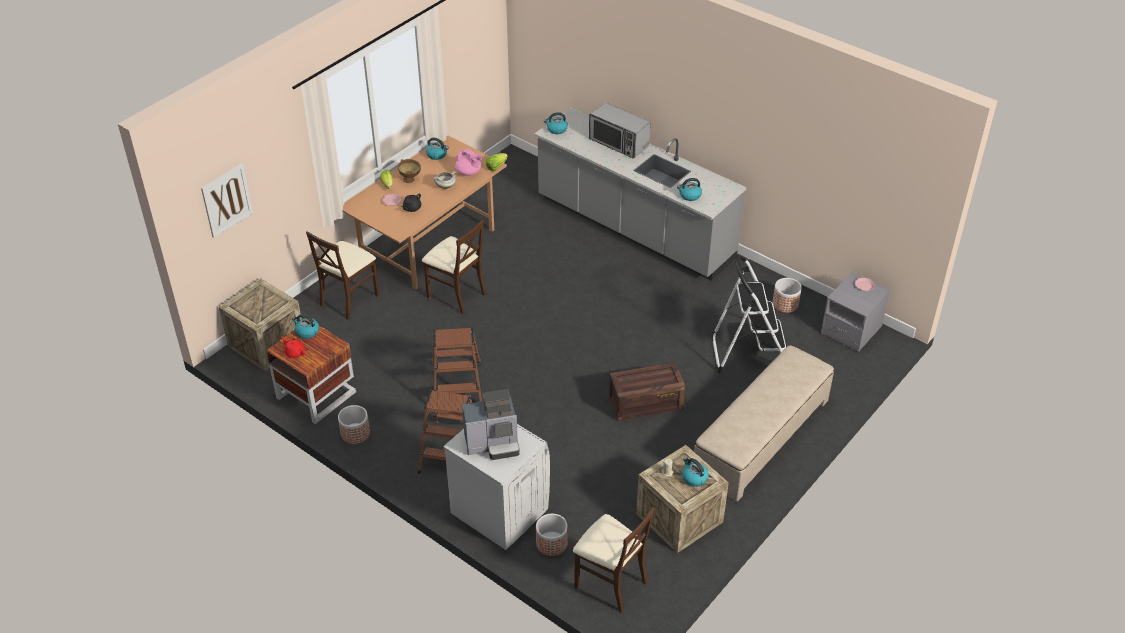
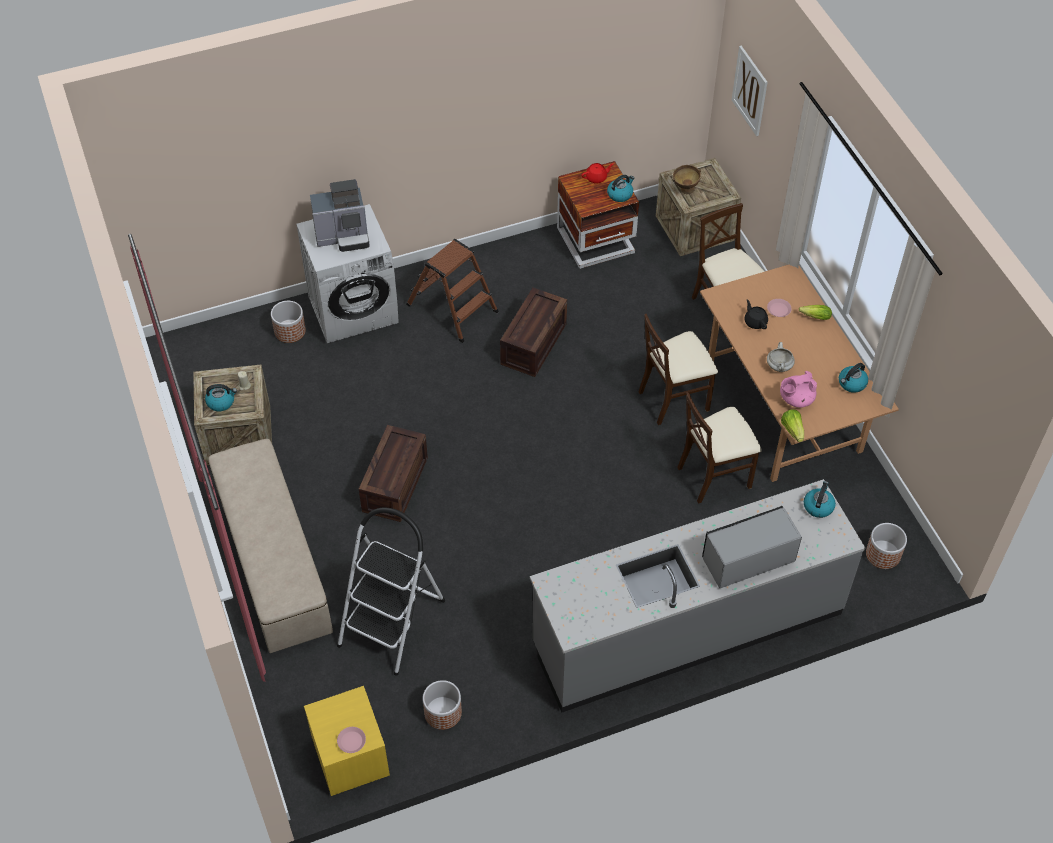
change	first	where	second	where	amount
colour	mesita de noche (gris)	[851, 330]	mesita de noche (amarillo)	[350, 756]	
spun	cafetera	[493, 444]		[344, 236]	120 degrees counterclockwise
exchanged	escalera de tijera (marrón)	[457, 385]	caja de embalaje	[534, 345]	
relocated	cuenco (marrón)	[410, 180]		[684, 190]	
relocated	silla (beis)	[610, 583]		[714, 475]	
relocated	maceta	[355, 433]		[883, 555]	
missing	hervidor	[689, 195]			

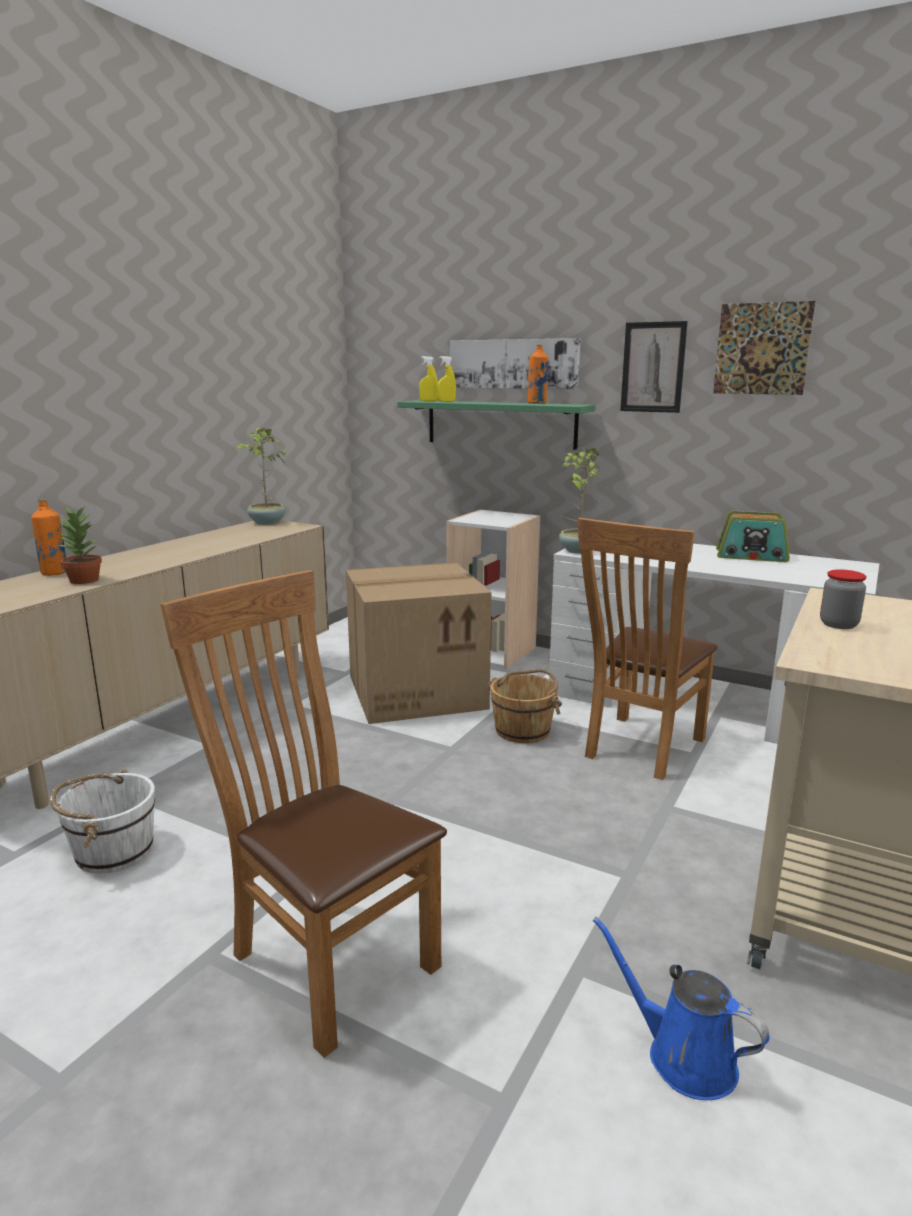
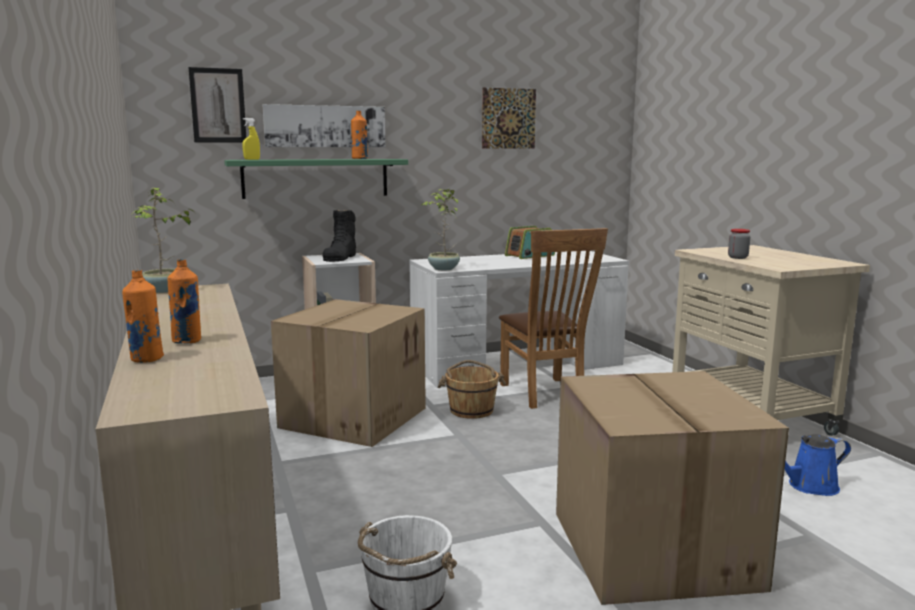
change	first	where	second	where	amount
appeared			botella (naranja)	[187, 341]	
relocated	cuadro	[653, 367]		[218, 105]	
appeared			bota (negro)	[340, 258]	
exchanged	silla (marrón)	[324, 957]	caja de cartón	[649, 548]	
missing	planta en maceta	[84, 580]			
missing	pulverizador (amarillo)	[446, 401]			

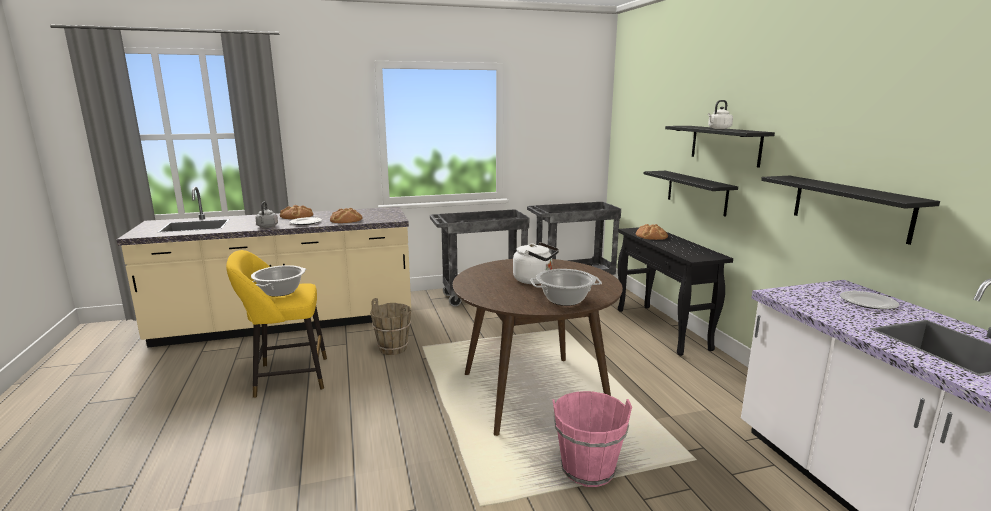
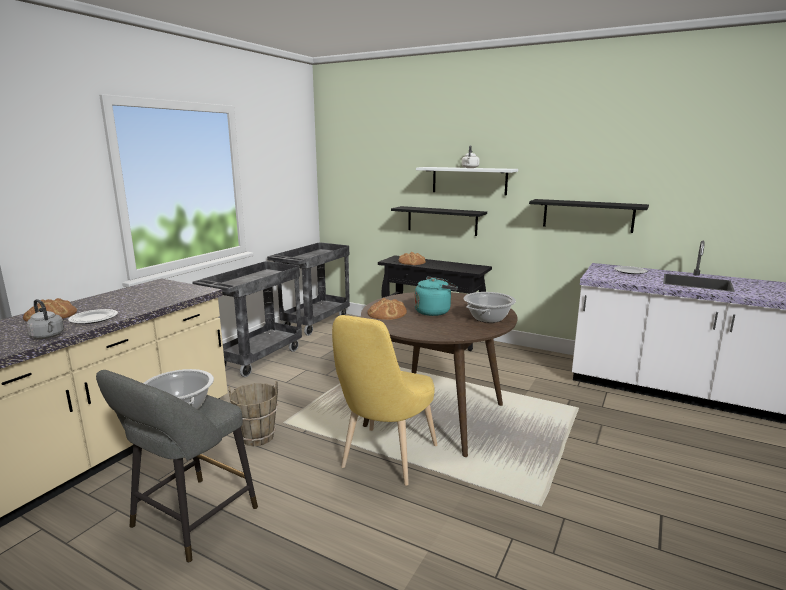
change	first	where	second	where	amount
colour	taburete (amarillo)	[286, 377]	taburete (gris)	[189, 521]	
appeared			silla (amarillo)	[385, 460]	
relocated	pan	[346, 220]		[386, 313]	
colour	hervidor (blanco)	[535, 280]	hervidor (turquesa)	[434, 311]	
colour	estante (negro)	[725, 145]	estante (blanco)	[469, 180]	
missing	cubo (rosa)	[587, 470]			

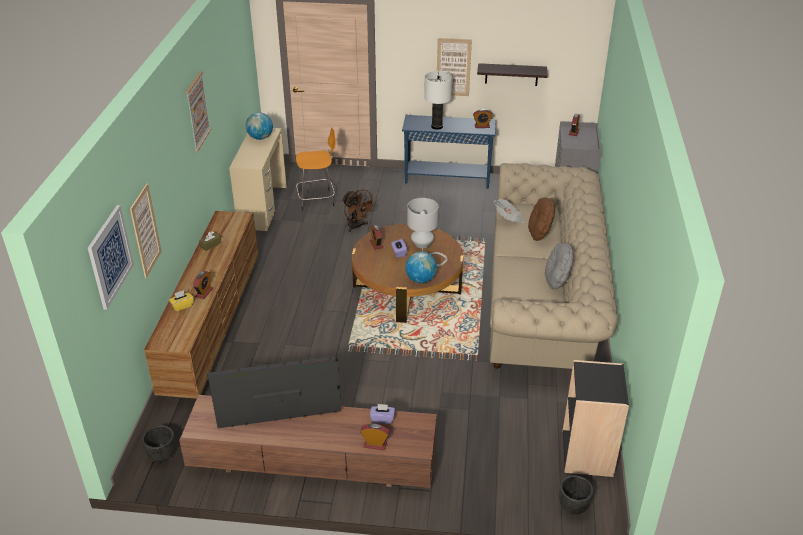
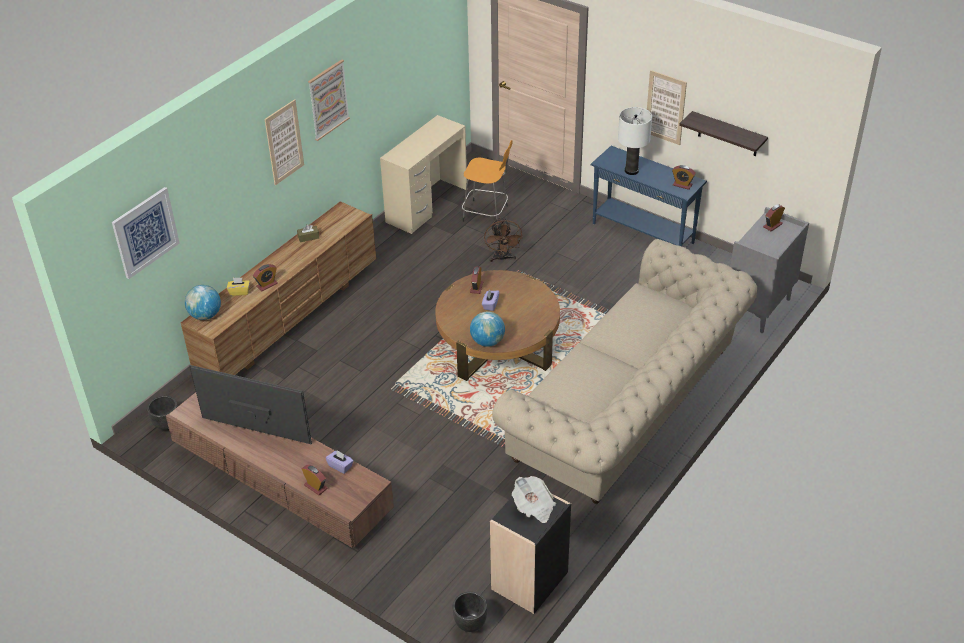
change	first	where	second	where	amount
relocated	globo terráqueo	[260, 138]		[205, 315]	
relocated	cuadro	[145, 231]		[284, 142]	
relocated	periódico	[508, 218]		[534, 507]	
missing	lámpara de mesa (blanco)	[427, 250]			
missing	cojín (marrón)	[539, 234]			
missing	cojín (gris)	[557, 282]			

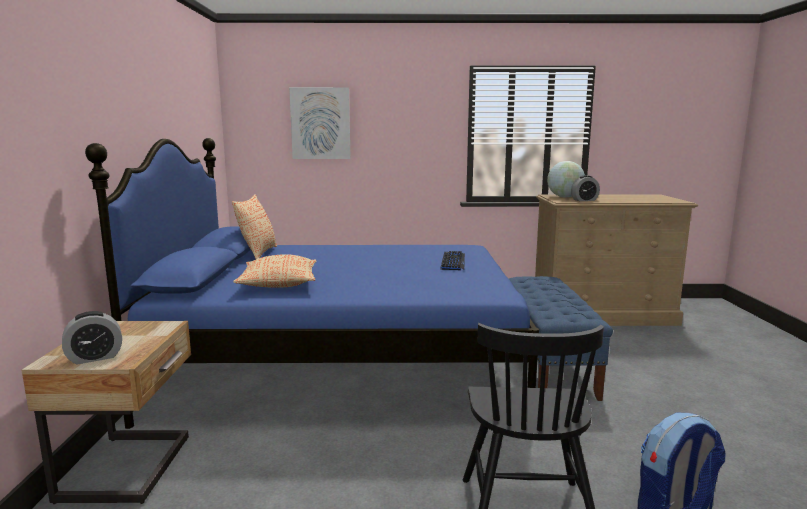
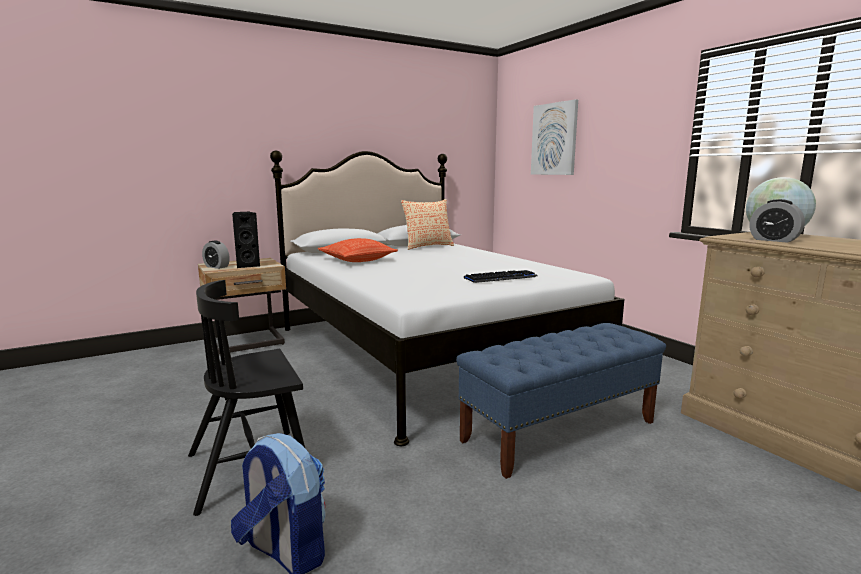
change	first	where	second	where	amount
appeared			altavoz (negro)	[247, 265]	
colour	cama (azul)	[344, 365]	cama (blanco)	[428, 351]	
colour	cojín (beis)	[279, 284]	cojín (naranja)	[358, 260]	

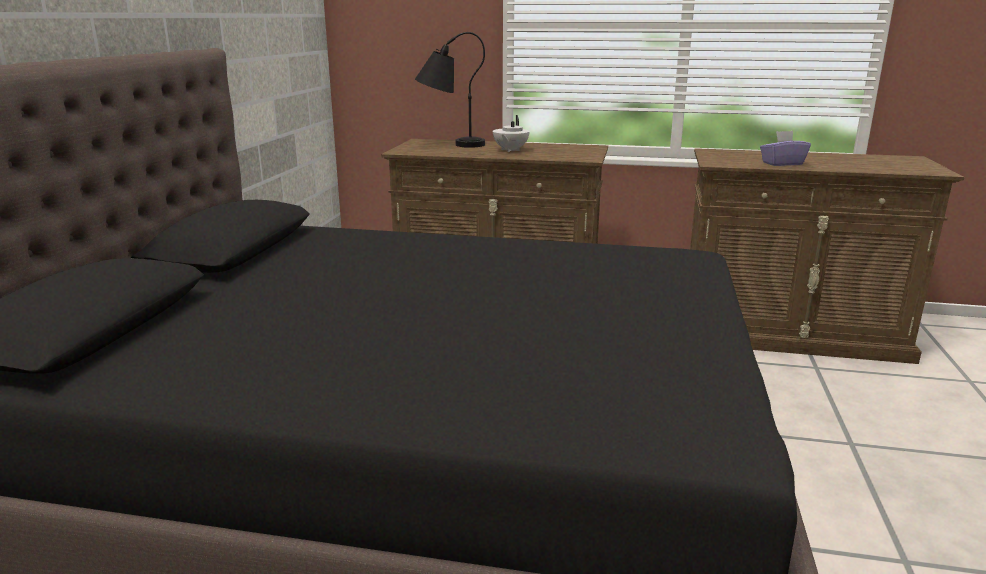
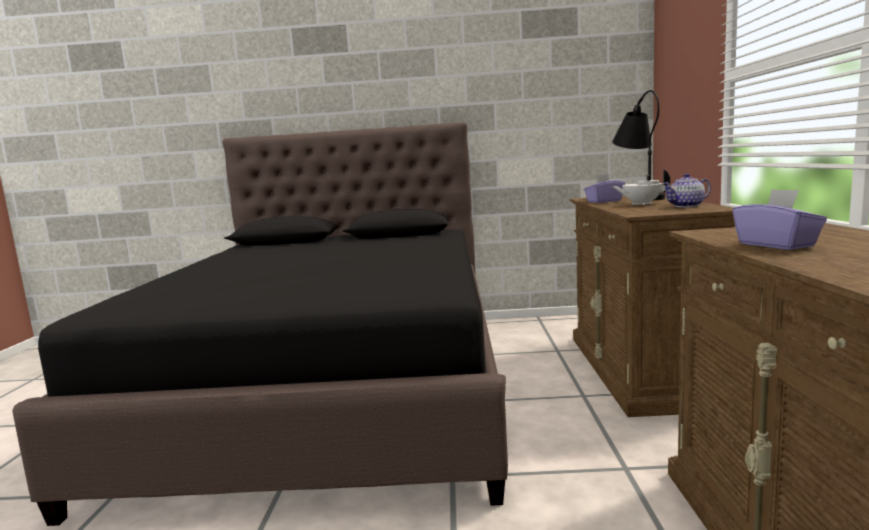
change	first	where	second	where	amount
appeared			caja de pañuelos (morado)	[604, 201]	
appeared			tetera	[686, 206]	

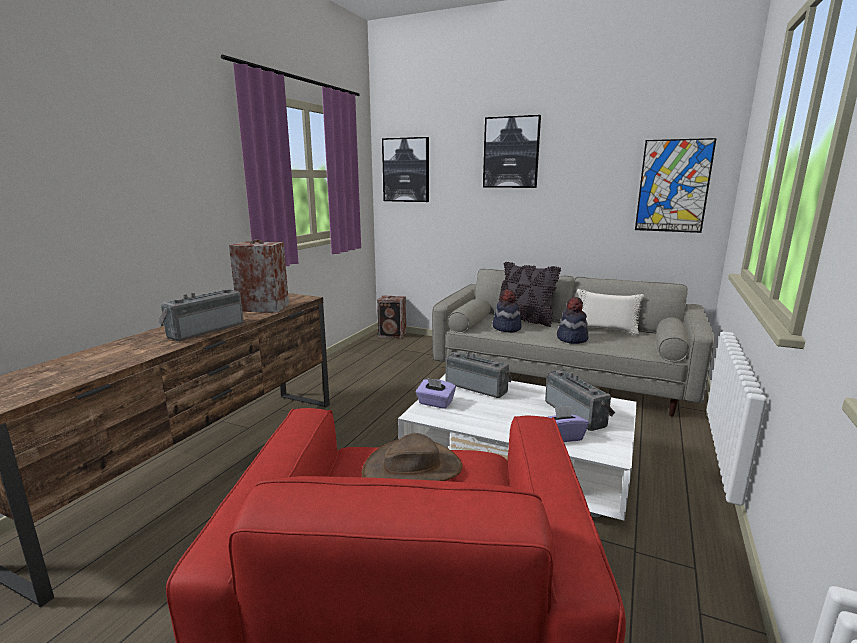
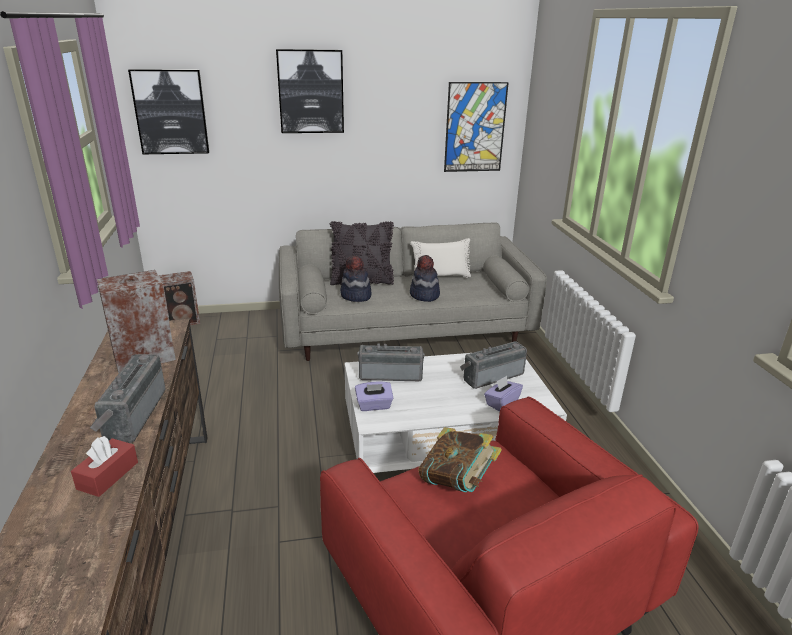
change	first	where	second	where	amount
appeared			caja de pañuelos (rojo)	[108, 475]	
exchanged	sombrero (marrón)	[412, 469]	libro	[457, 482]	
spun	radio	[577, 413]		[491, 375]	60 degrees counterclockwise

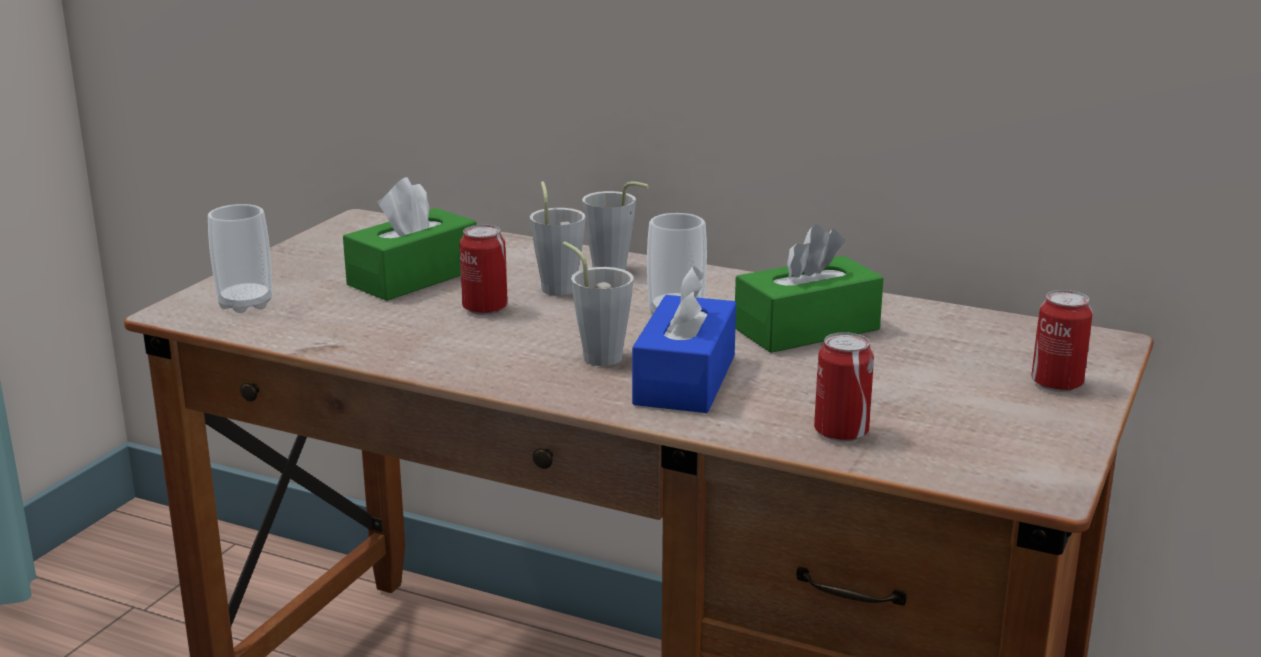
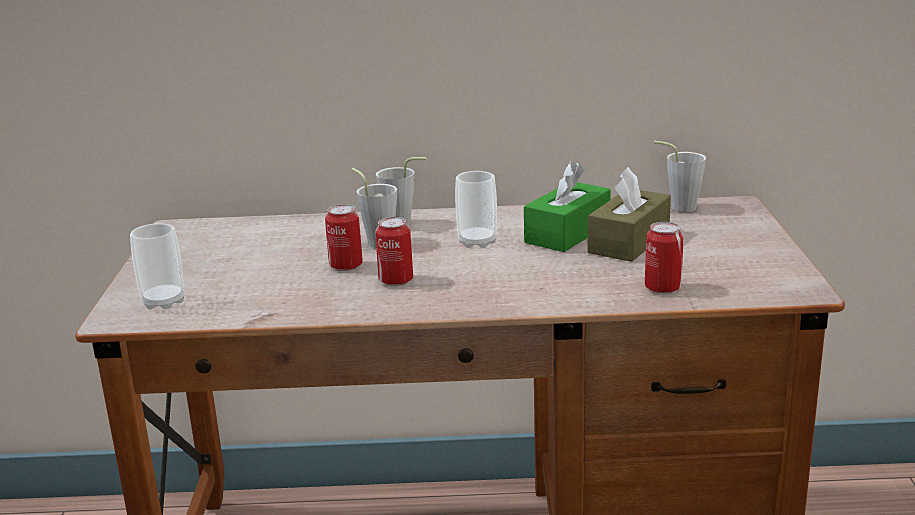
change	first	where	second	where	amount
relocated	lata	[1056, 383]		[396, 280]	
appeared			caja de pañuelos (marrón)	[629, 242]	
relocated	taza (gris)	[597, 355]		[678, 207]	
missing	caja de pañuelos (verde)	[413, 277]			
missing	caja de pañuelos (azul)	[685, 380]			

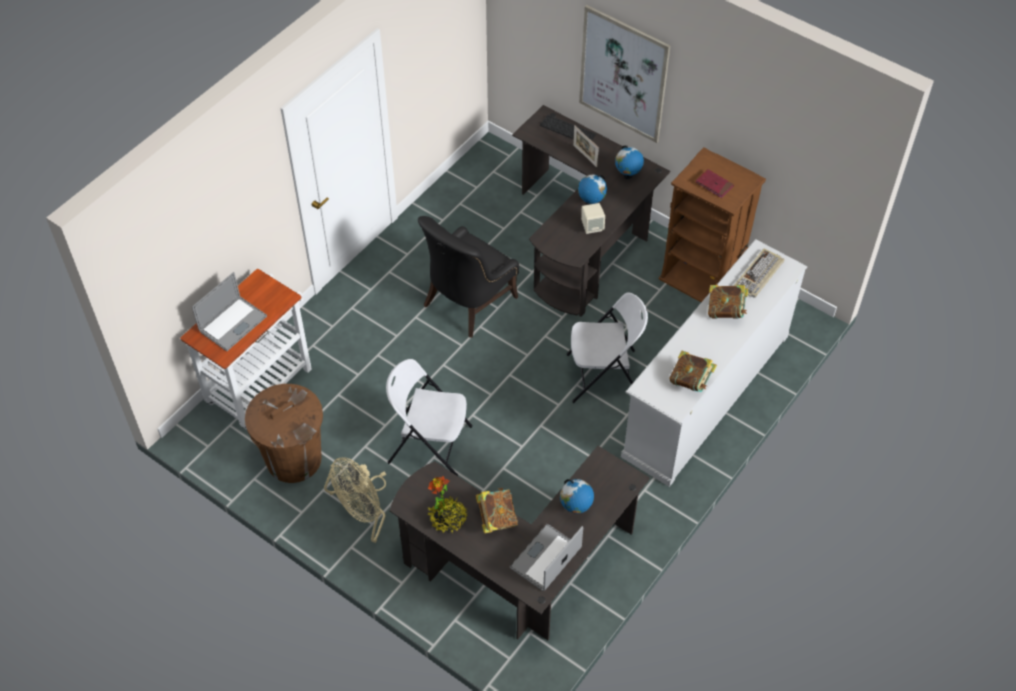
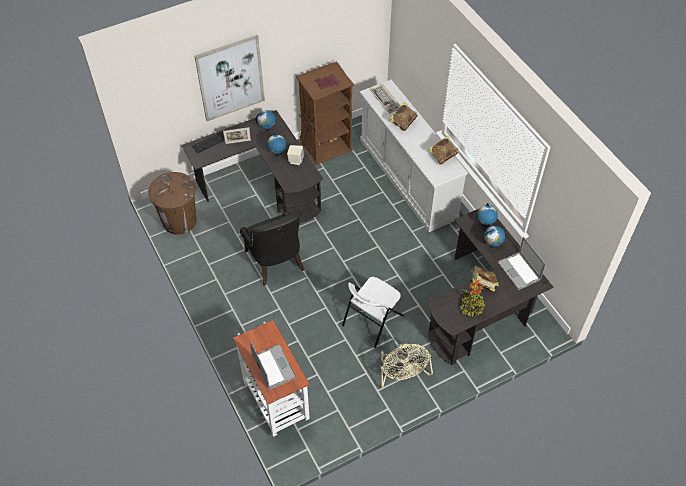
change	first	where	second	where	amount
relocated	papelera (marrón)	[293, 459]		[179, 221]	
appeared			globo terráqueo	[485, 224]	
missing	silla (blanco)	[604, 376]			

